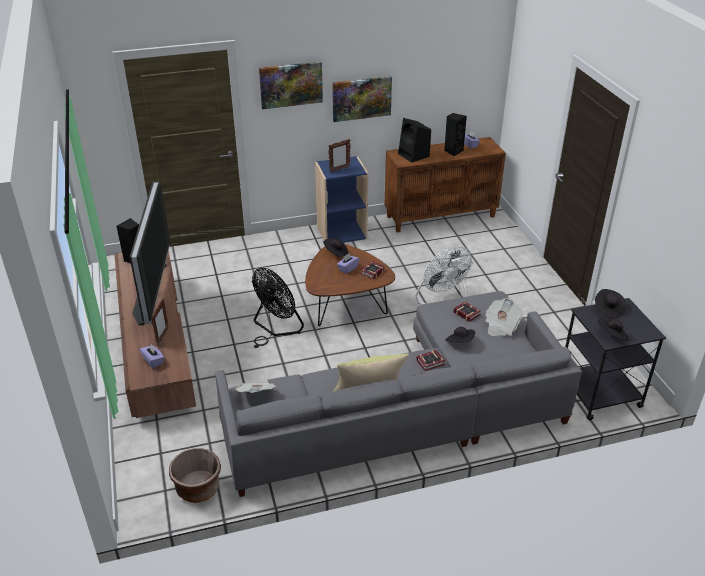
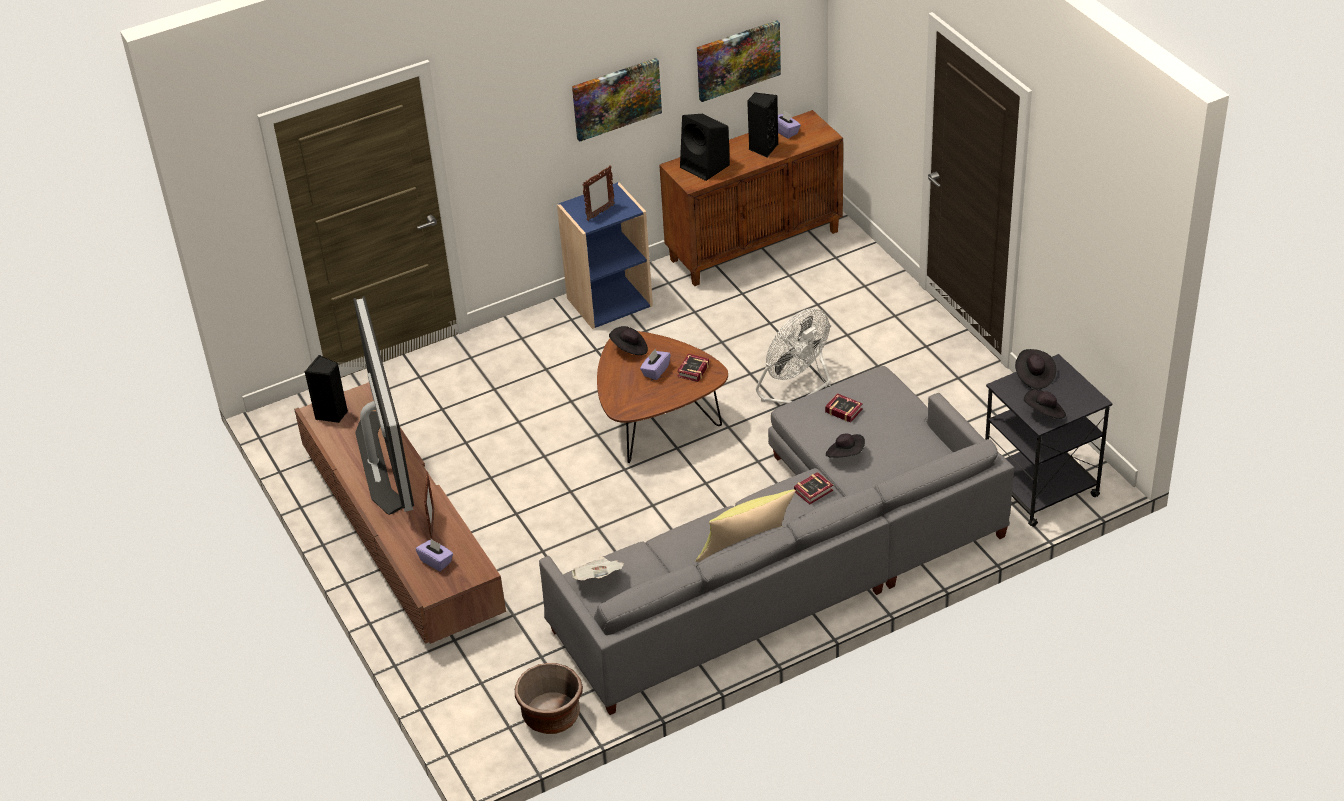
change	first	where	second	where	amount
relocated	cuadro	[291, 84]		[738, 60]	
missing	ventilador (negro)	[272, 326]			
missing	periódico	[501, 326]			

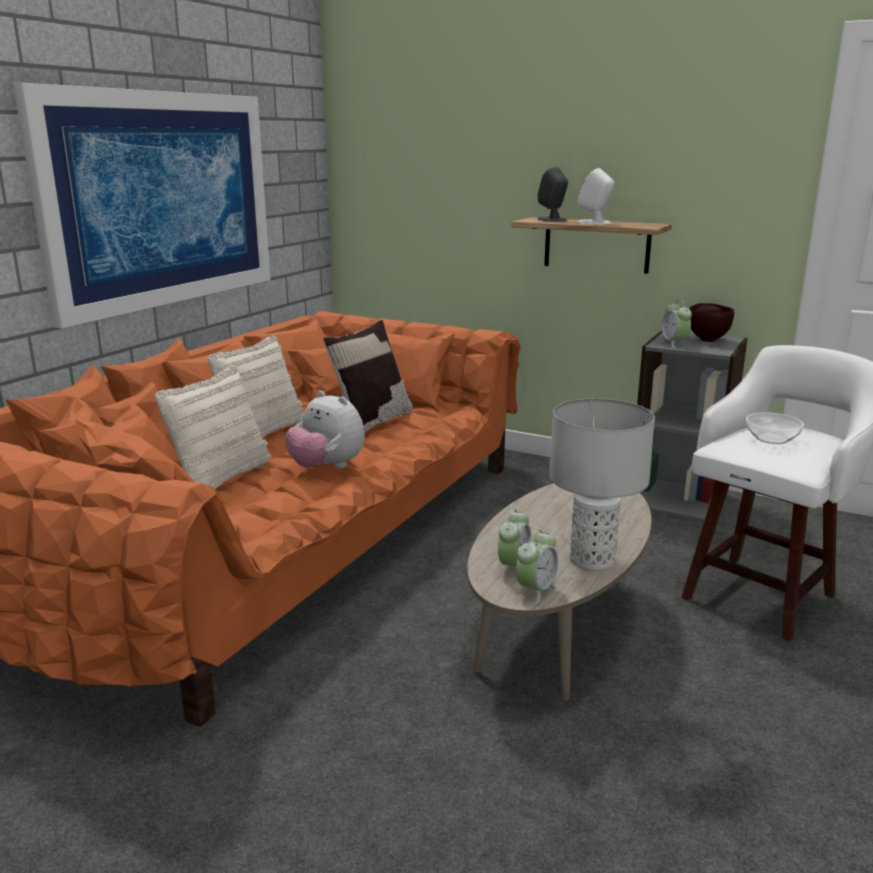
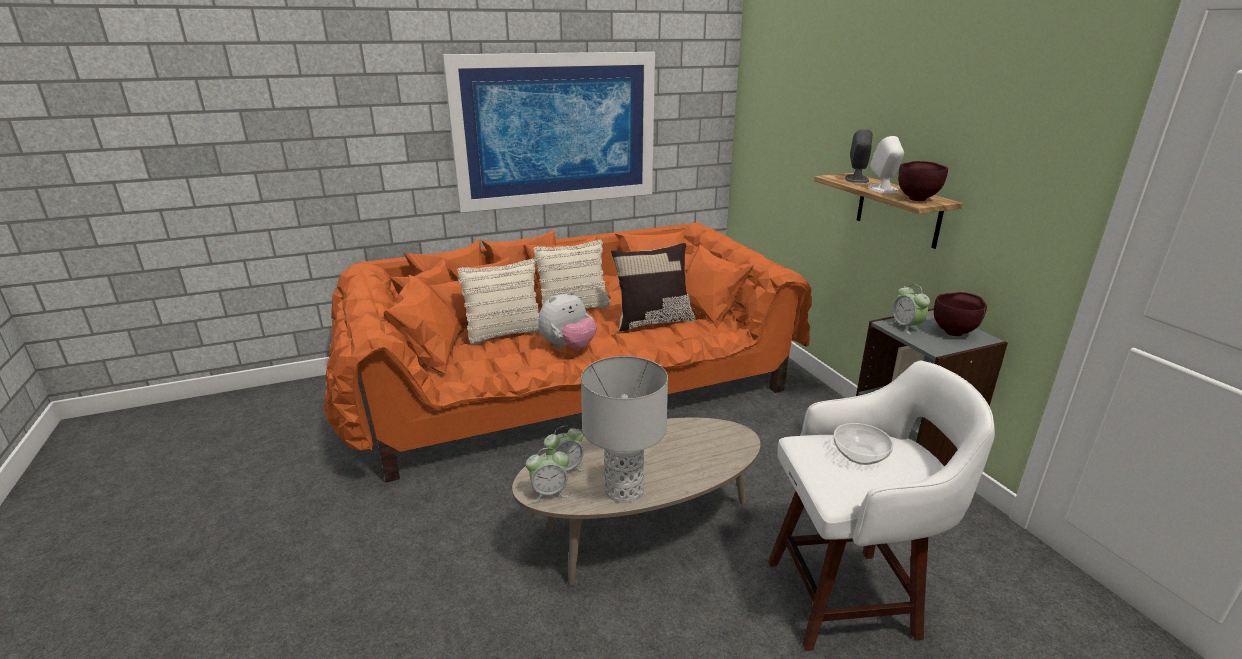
change	first	where	second	where	amount
spun	peluche	[326, 467]		[568, 347]	120 degrees counterclockwise
spun	despertador	[674, 344]		[906, 327]	45 degrees counterclockwise
appeared			cuenco (marrón)	[917, 199]	

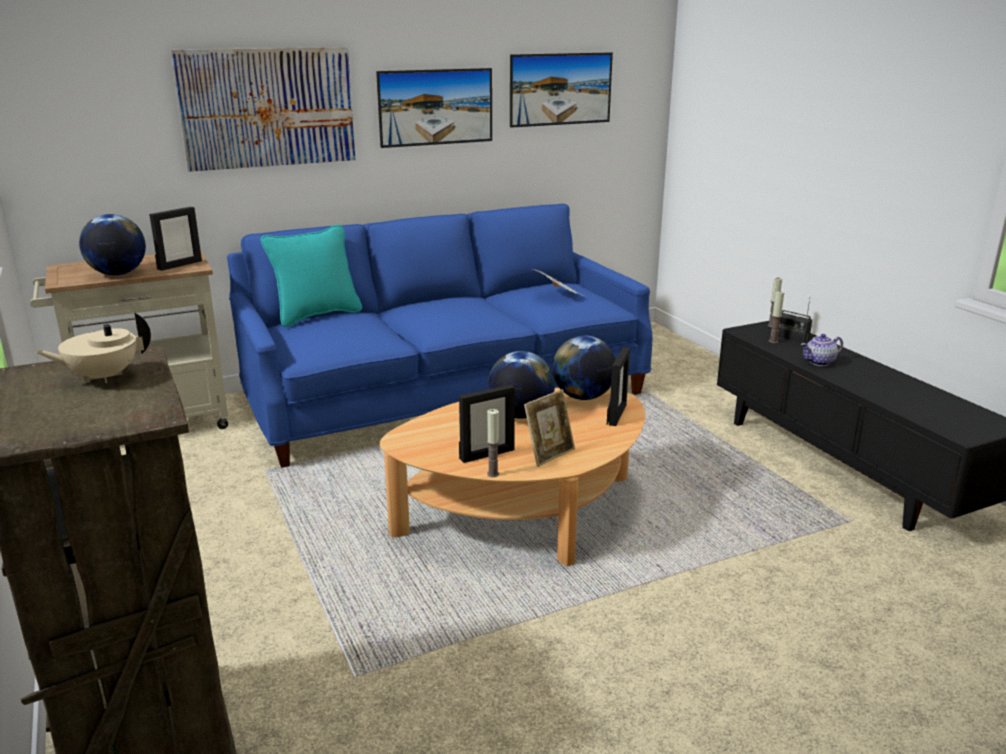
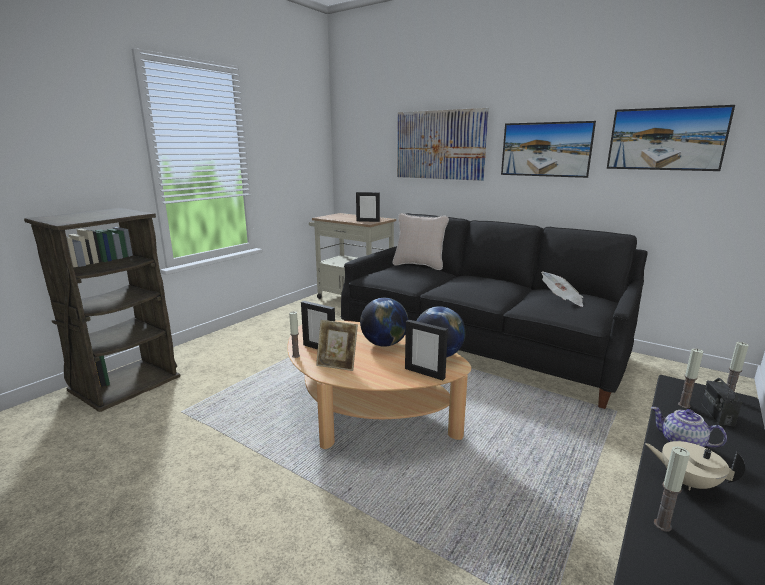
change	first	where	second	where	amount
colour	sofá (azul)	[444, 394]	sofá (negro)	[480, 343]	
colour	cojín (turquesa)	[316, 315]	cojín (beis)	[419, 265]	
spun	portarretratos	[616, 414]		[425, 373]	45 degrees clockwise
relocated	tetera (beis)	[103, 377]		[687, 481]	
appeared			vela	[662, 525]	
missing	globo terráqueo	[118, 274]			

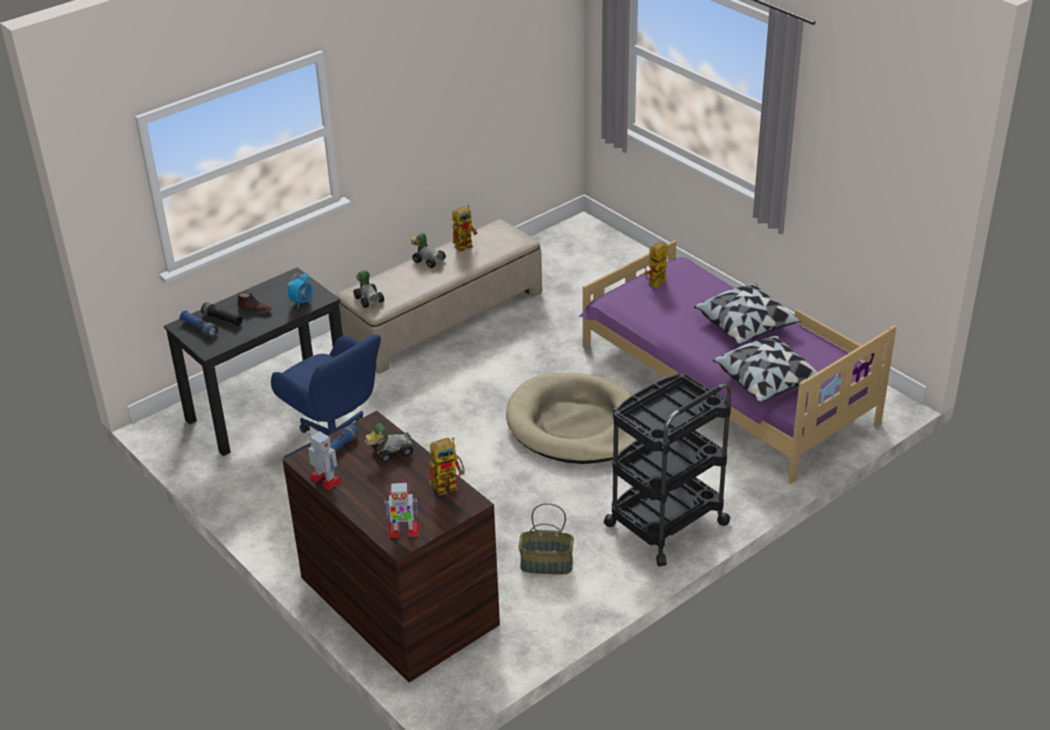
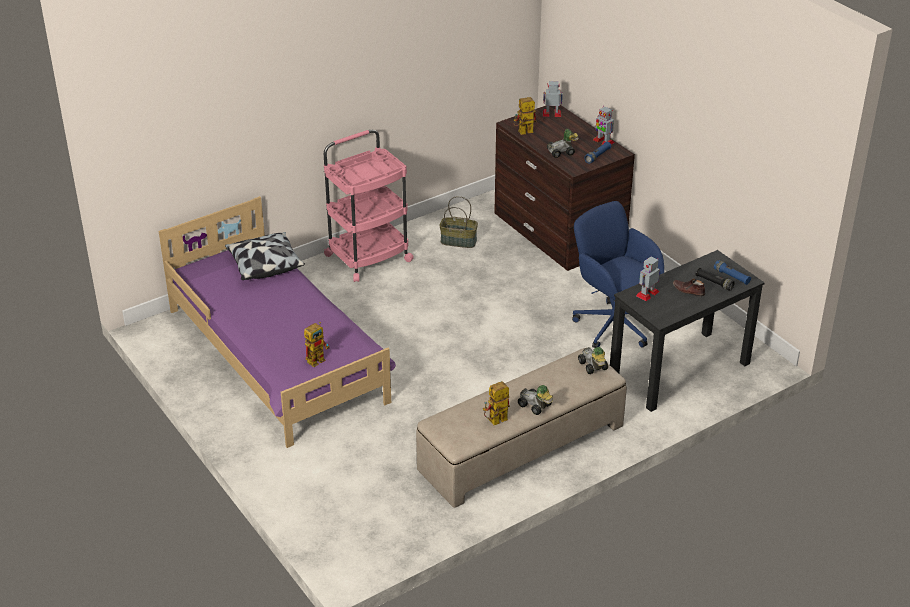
change	first	where	second	where	amount
colour	carrito (negro)	[665, 523]	carrito (rosa)	[369, 258]	
exchanged	despertador	[302, 301]	robot de juguete	[647, 293]	
missing	cama para perro (beis)	[576, 424]			
missing	cojín	[746, 326]			

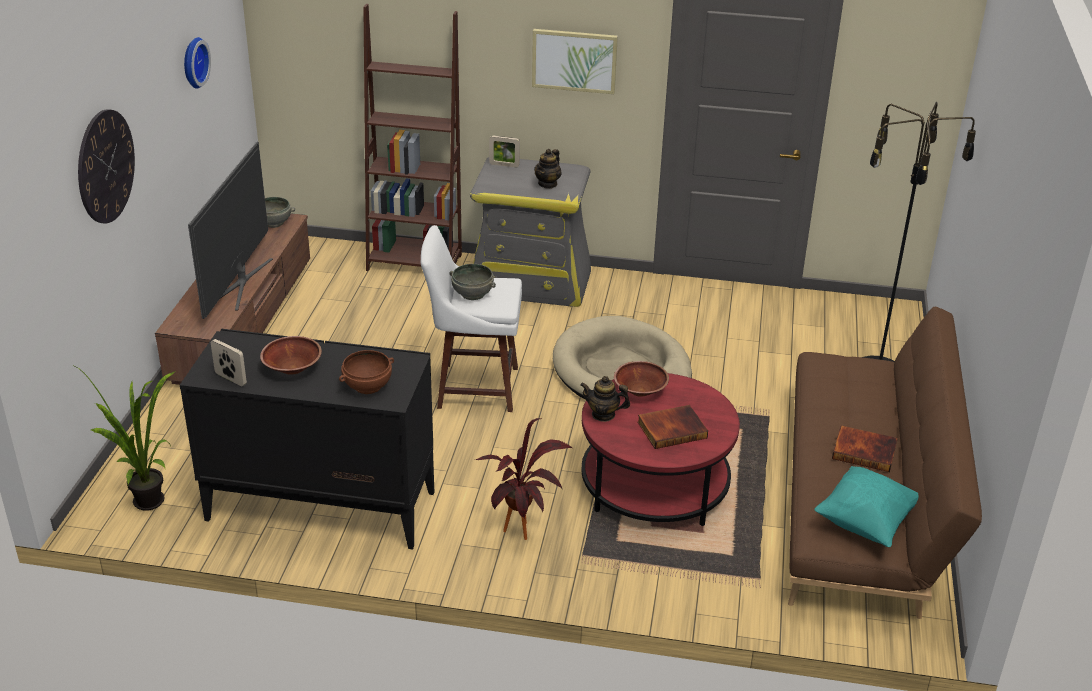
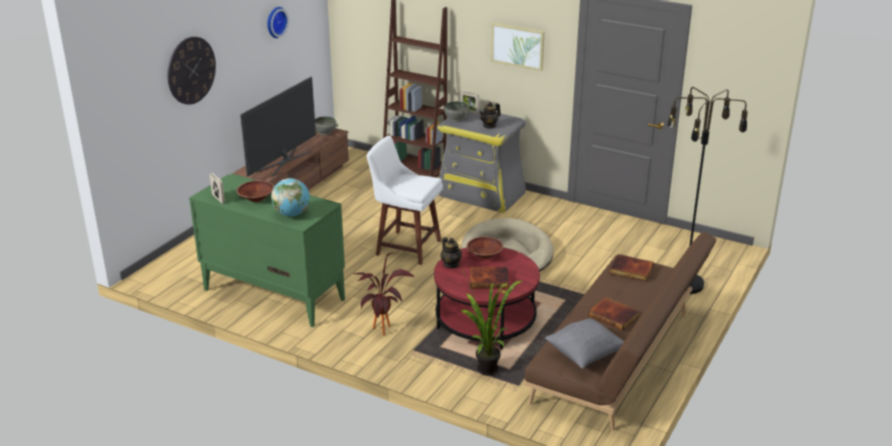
change	first	where	second	where	amount
colour	armario (negro)	[320, 506]	armario (verde)	[273, 294]	
exchanged	cuenco (marrón)	[367, 385]	globo terráqueo	[292, 214]	
spun	tetera	[603, 414]		[451, 264]	150 degrees counterclockwise
relocated	cuenco (gris)	[473, 293]		[457, 118]	
relocated	planta en maceta	[148, 507]		[487, 373]	
colour	cojín (turquesa)	[865, 522]	cojín (gris)	[585, 355]	
appeared			libro	[630, 270]	

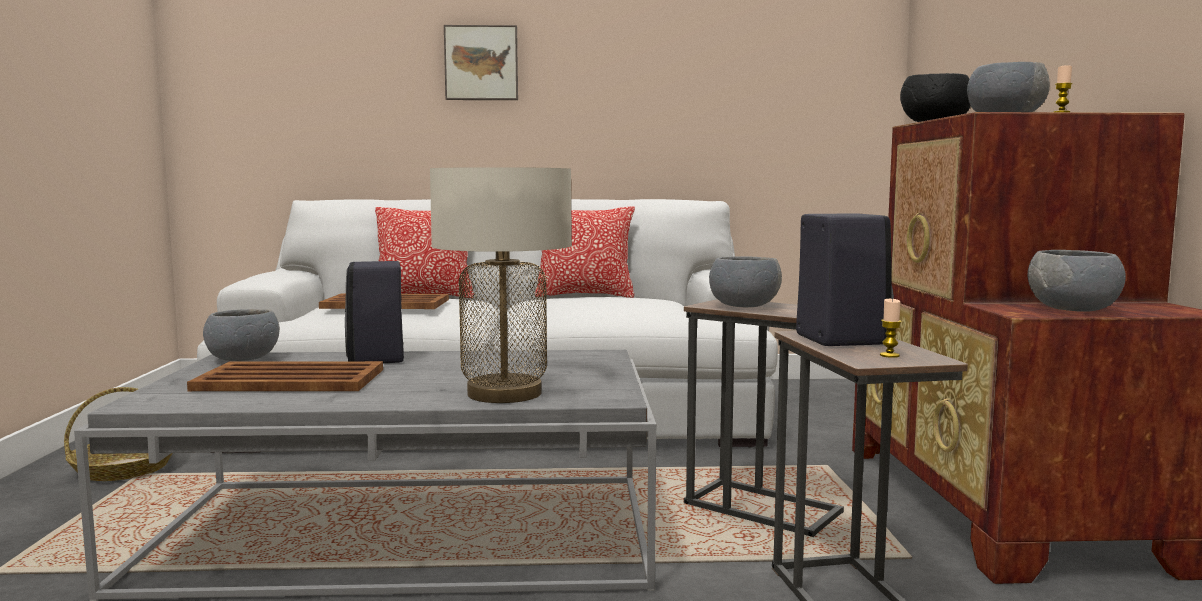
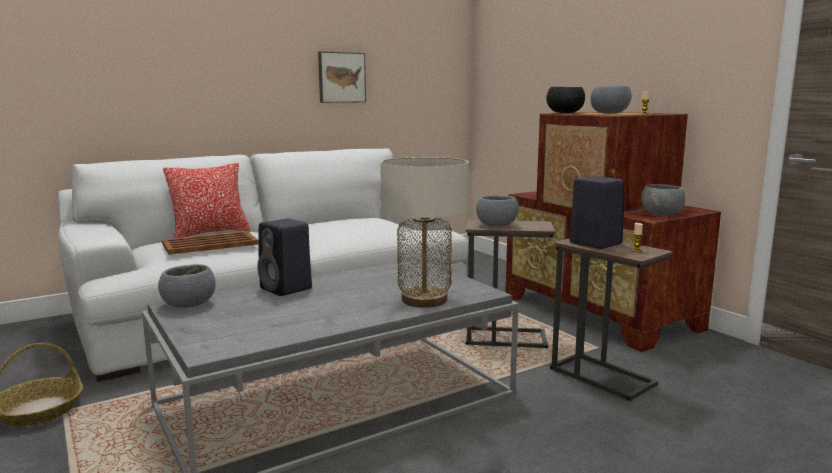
change	first	where	second	where	amount
relocated	cuadro	[481, 63]		[341, 77]	
missing	bandeja (marrón)	[292, 380]			
missing	cojín	[585, 295]			

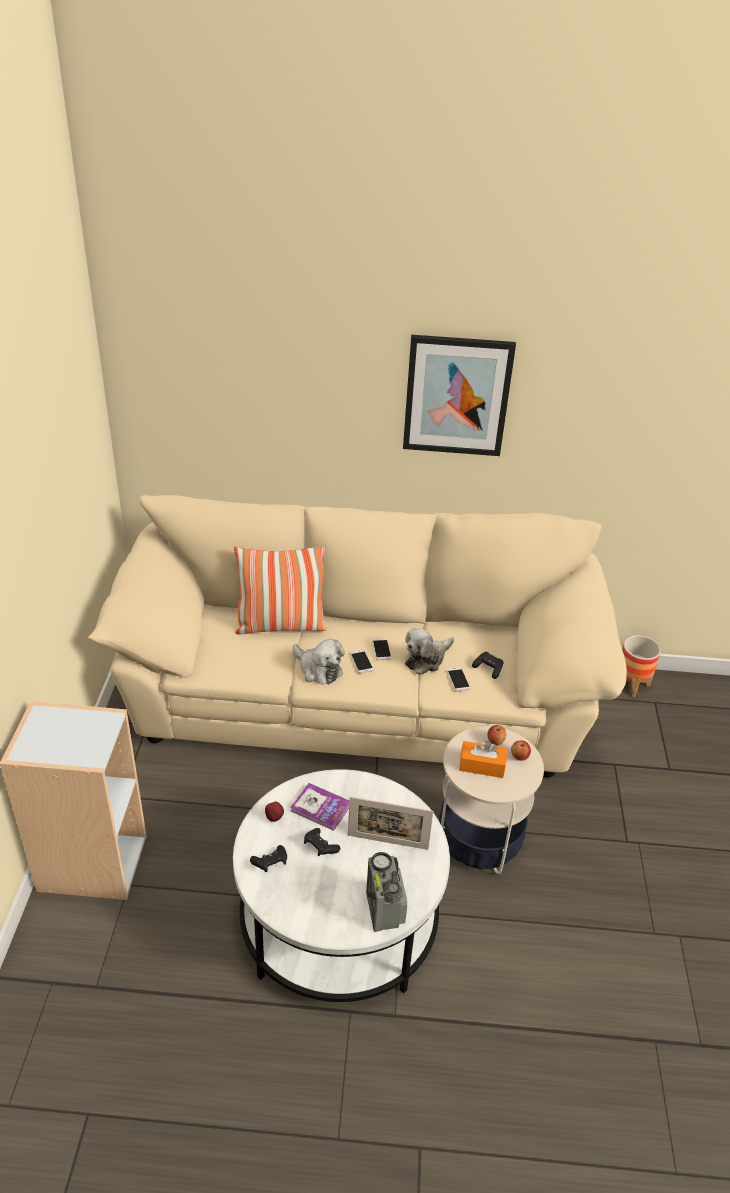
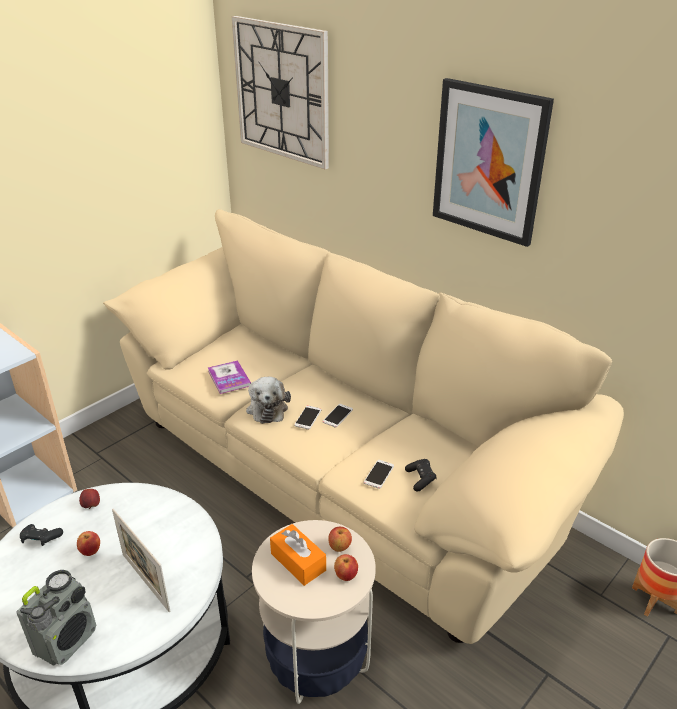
change	first	where	second	where	amount
exchanged	mando de consola (negro)	[320, 847]	manzana	[90, 551]	
relocated	libro	[320, 807]		[229, 378]	
appeared			reloj de pared	[282, 91]	
missing	cojín	[280, 626]			
missing	peluche	[426, 659]			

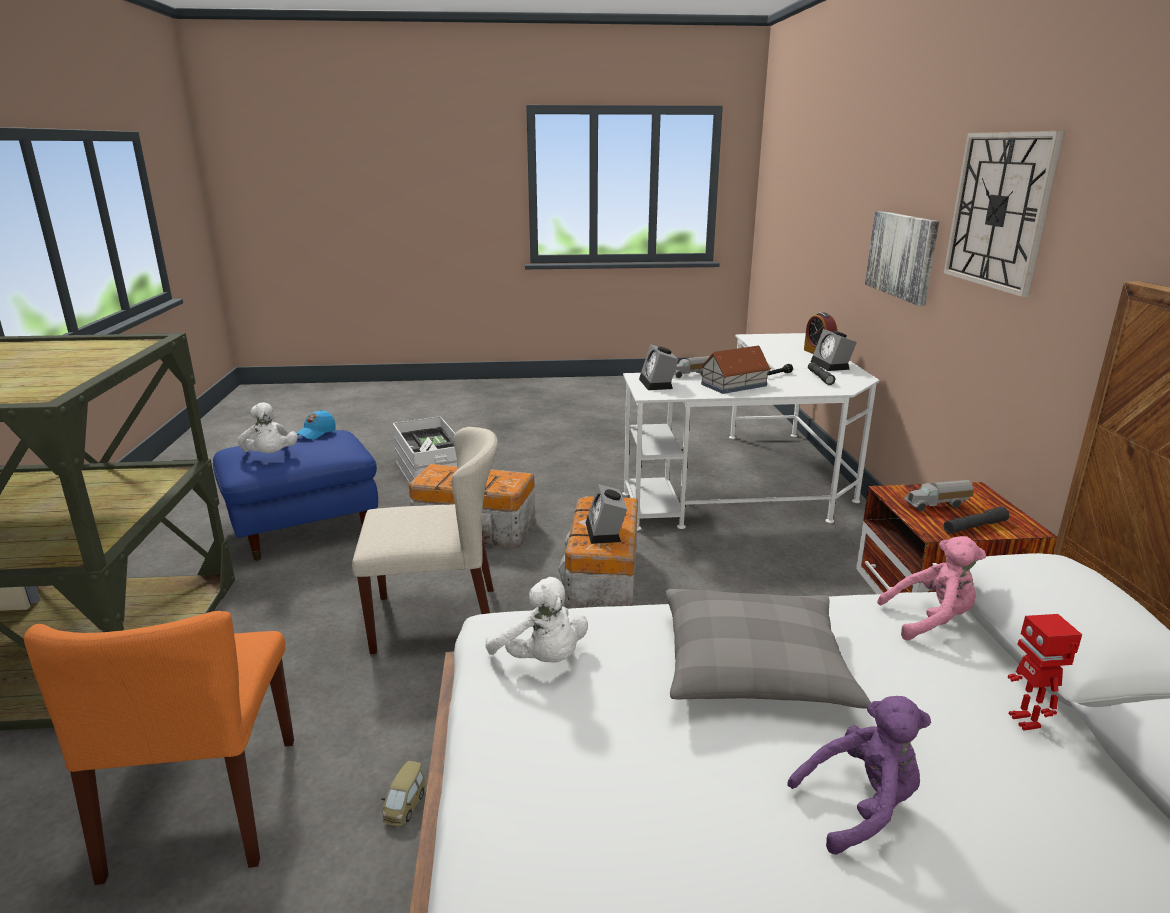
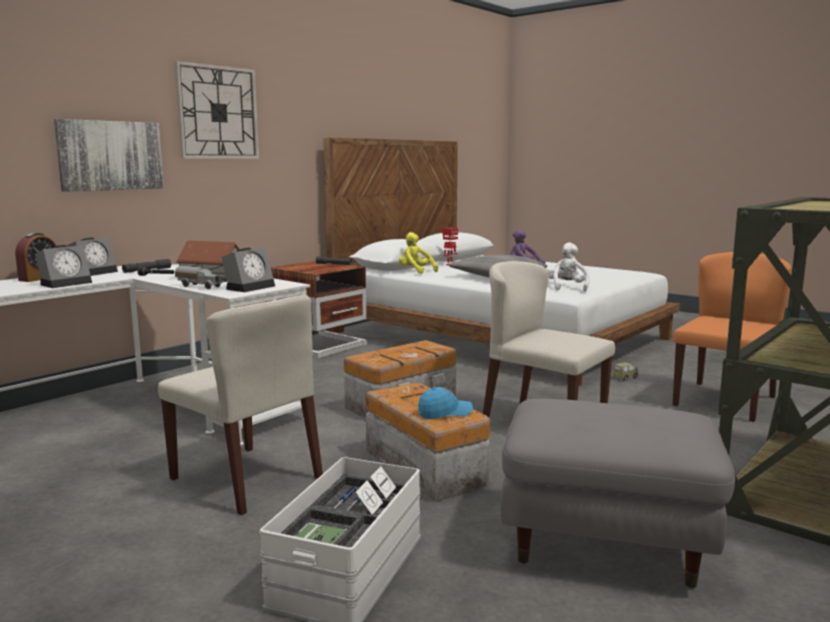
change	first	where	second	where	amount
relocated	despertador	[605, 532]		[66, 283]	
appeared			silla (beis)	[247, 478]	
colour	peluche (rosa)	[931, 620]	peluche (amarillo)	[415, 271]	
relocated	gorra (azul)	[316, 433]		[445, 413]	
colour	puf (azul)	[303, 530]	puf (gris)	[608, 542]	
missing	peluche (blanco)	[270, 456]			
missing	camión de juguete	[937, 506]			

